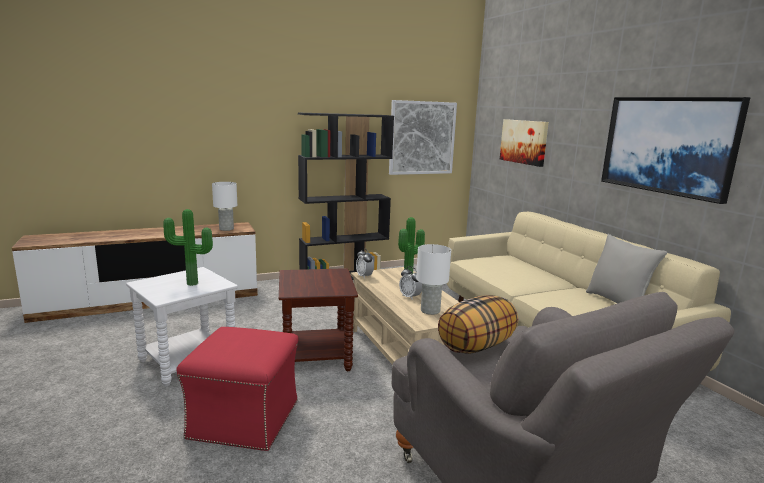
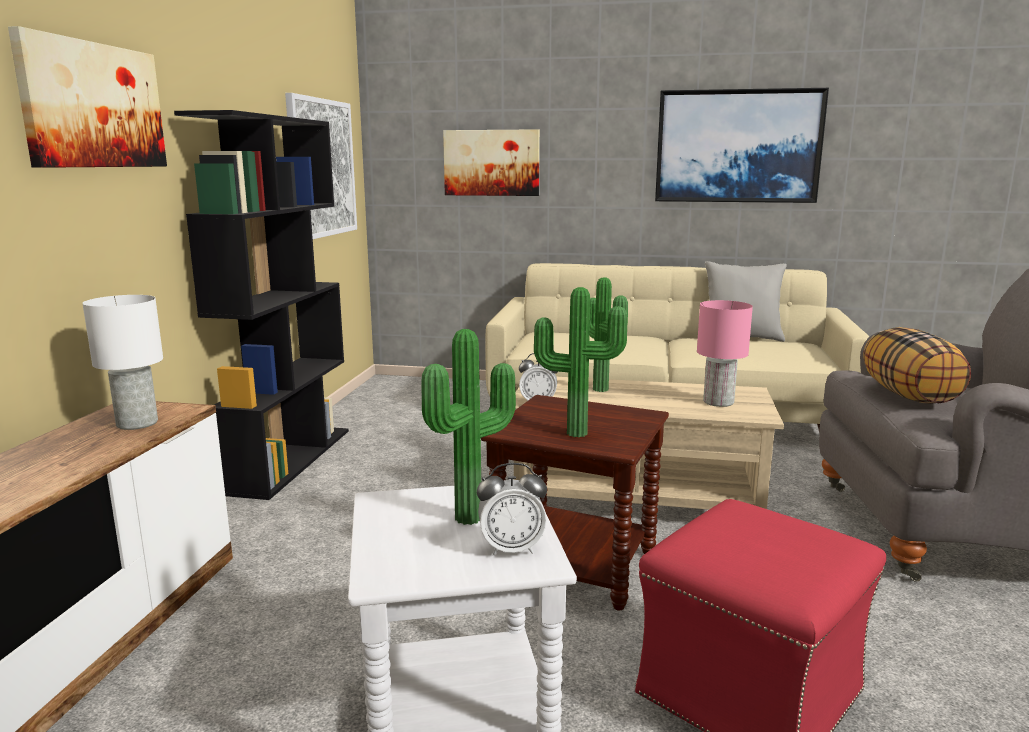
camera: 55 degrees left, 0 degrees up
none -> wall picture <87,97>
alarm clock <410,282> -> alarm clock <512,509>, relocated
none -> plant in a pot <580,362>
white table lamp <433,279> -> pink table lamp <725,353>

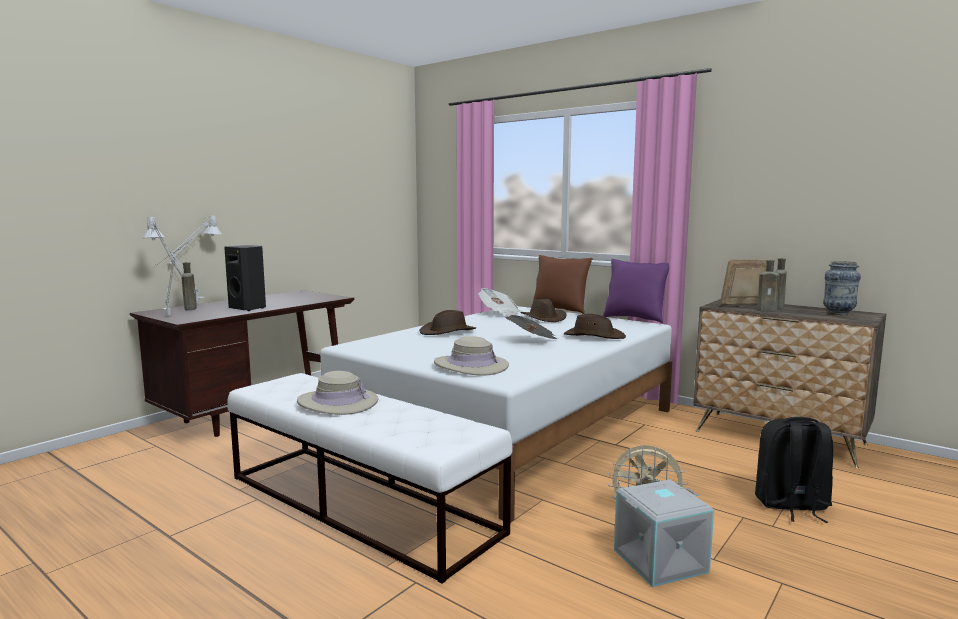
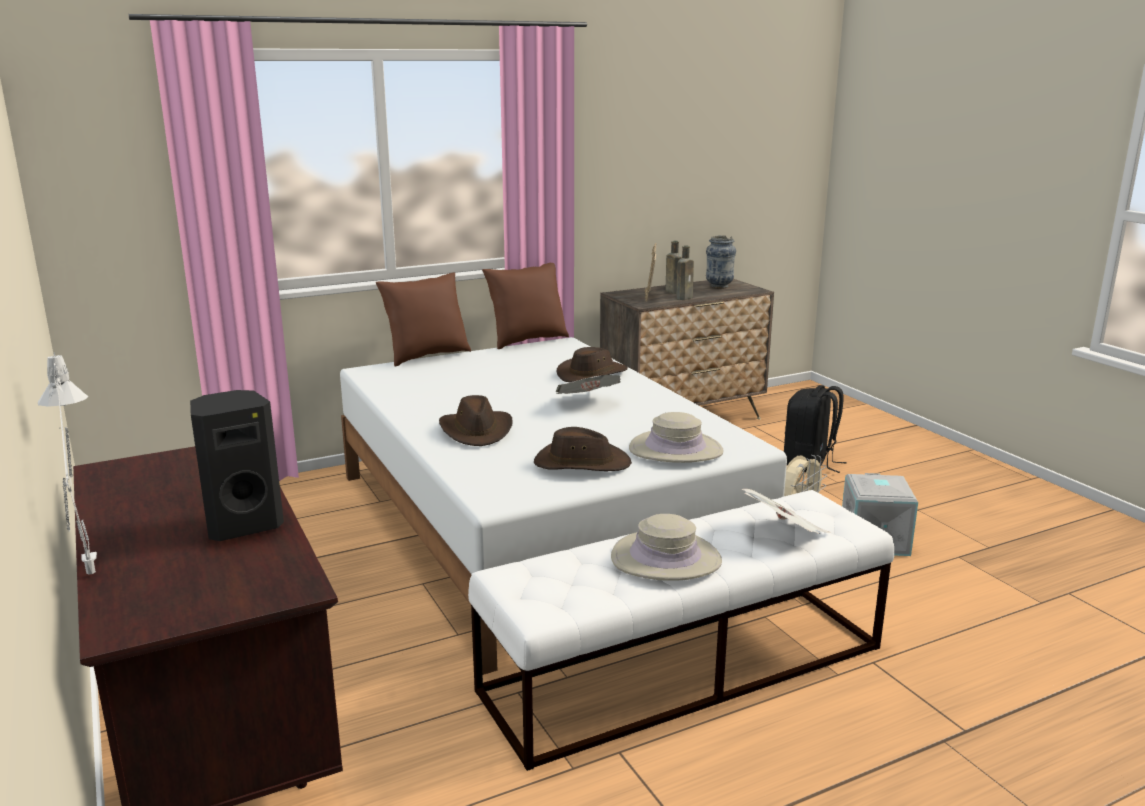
camera: 65 degrees left, 10 degrees up
purple-coloured pillow <636,291> -> brown pillow <525,306>
brown wearable hat <543,310> -> brown wearable hat <583,449>, relocated
printed paper <499,302> -> printed paper <786,511>, relocated
gray table lamp <162,265> -> none
brown beverage bottle <189,286> -> none

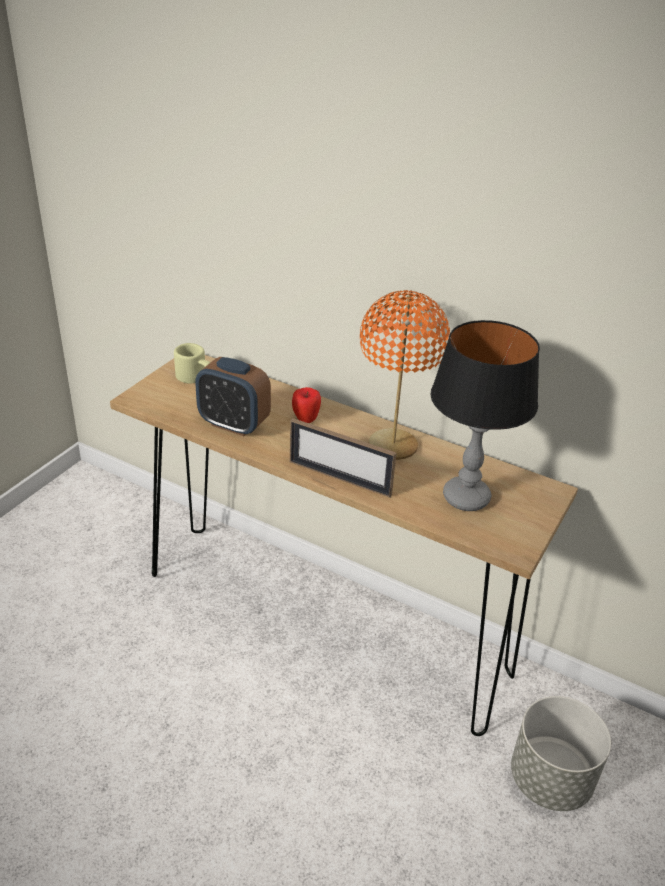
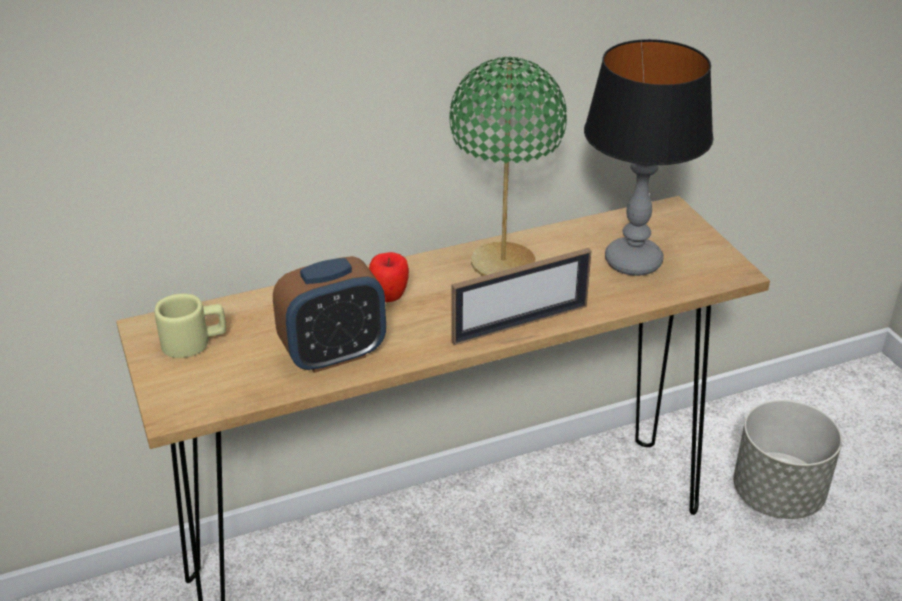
camera: 50 degrees left, 0 degrees up
orange-coloured table lamp <405,375> -> green-coloured table lamp <508,166>

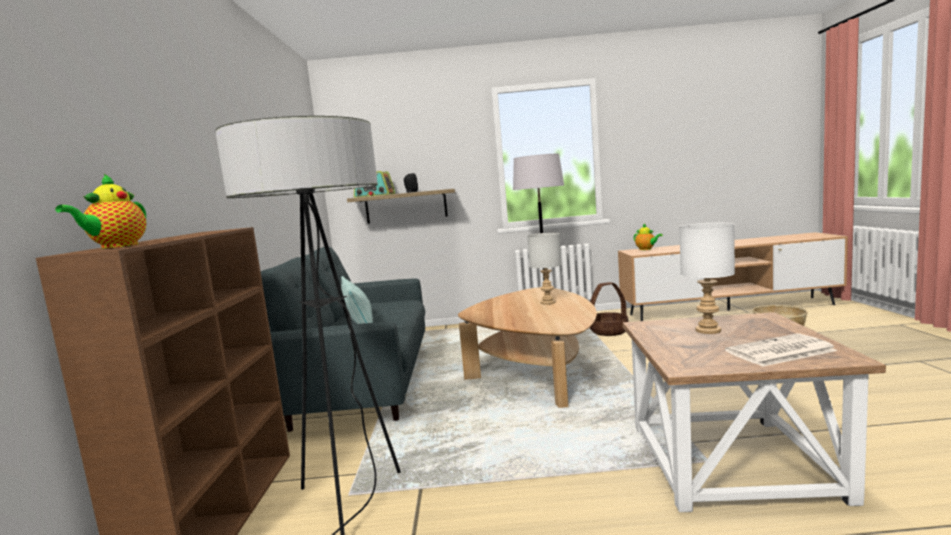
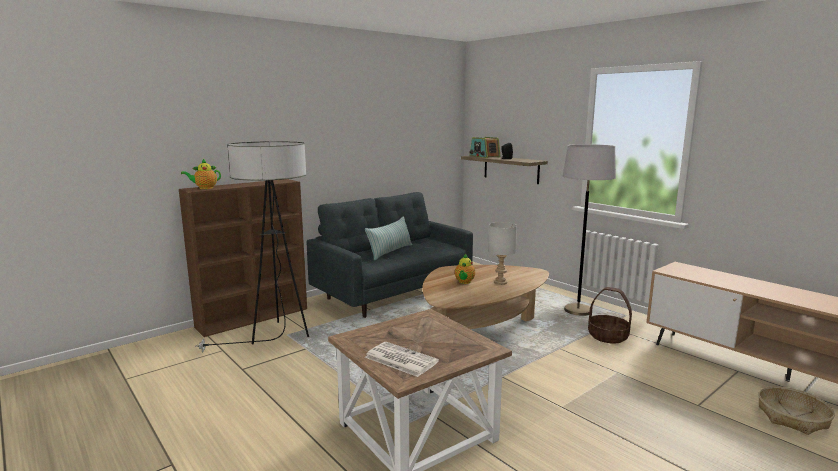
camera: 50 degrees right, 5 degrees up
pot for tea <648,236> -> pot for tea <465,269>, relocated
white table lamp <707,278> -> none

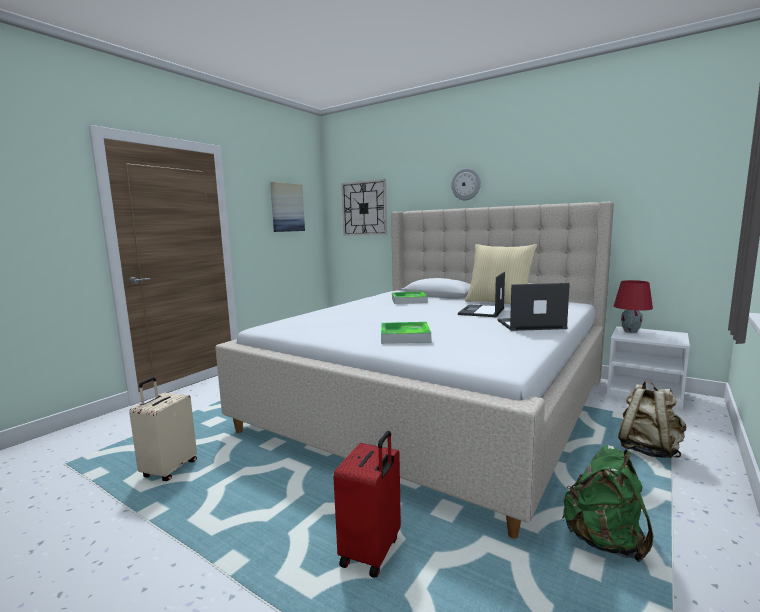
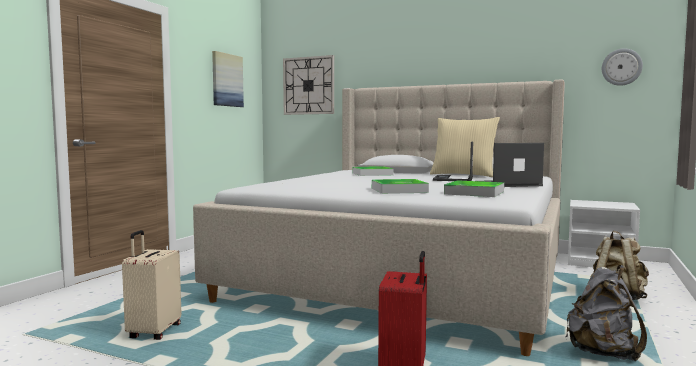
camera: 10 degrees left, 5 degrees down
none -> serving tray <474,188>
green-coloured rucksack <607,503> -> gray rucksack <606,313>
clock on the wall <466,184> -> clock on the wall <622,67>, relocated
reddish table lamp <633,306> -> none

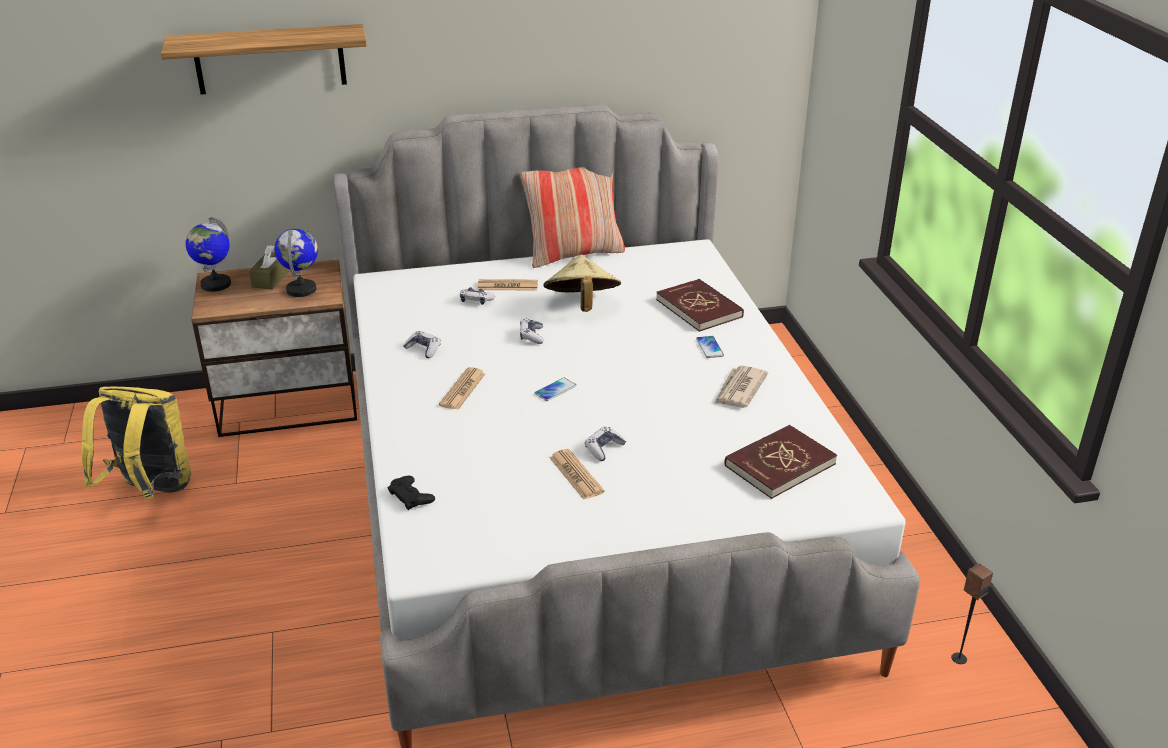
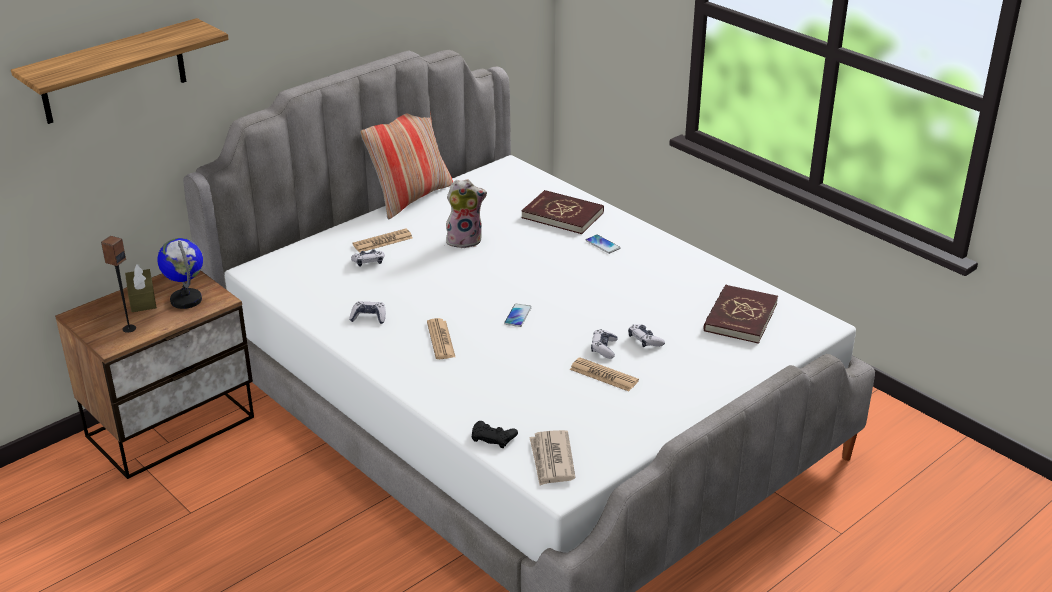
camera: 30 degrees left, 0 degrees up
audio speaker <972,613> -> audio speaker <118,284>, relocated
beige wearable hat <582,283> -> soft toy <466,214>
printed paper <741,387> -> printed paper <552,457>, relocated
joypad <532,331> -> joypad <646,335>, relocated
yellow rucksack <136,443> -> none
desk globe <208,254> -> none

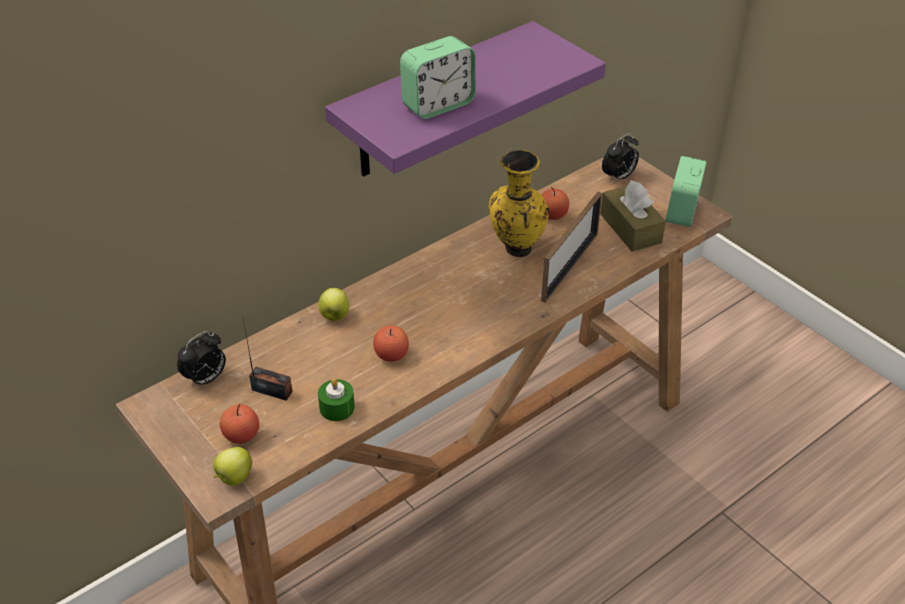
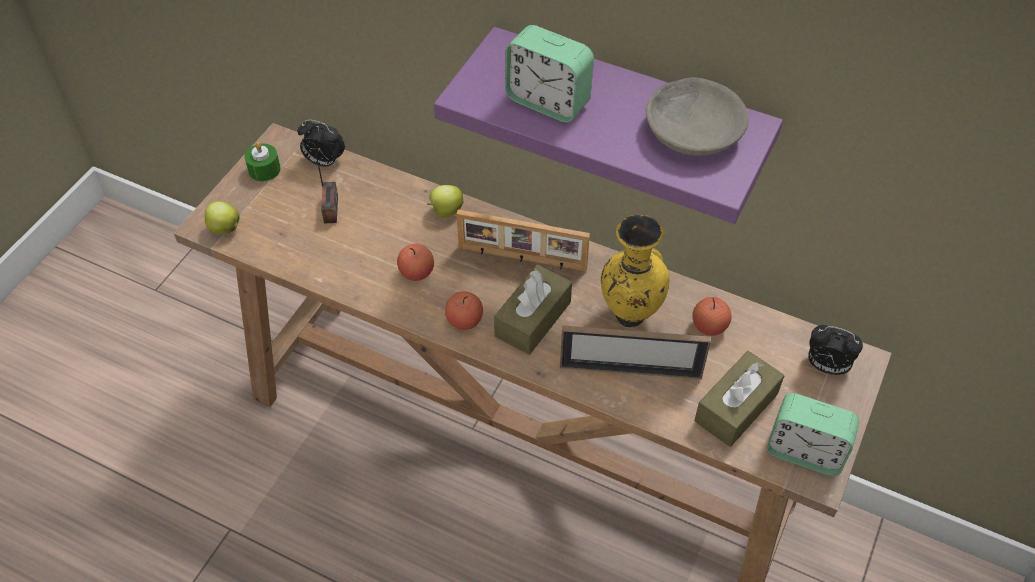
camera: 65 degrees right, 10 degrees up
green-coloured wax light <336,399> -> green-coloured wax light <263,161>, relocated
apple fruit <239,424> -> apple fruit <464,310>, relocated
none -> photo frame <523,241>
none -> brown box of tissues <533,309>
none -> gray serving bowl <697,117>
alarm clock <686,191> -> alarm clock <813,434>, 150 degrees counterclockwise

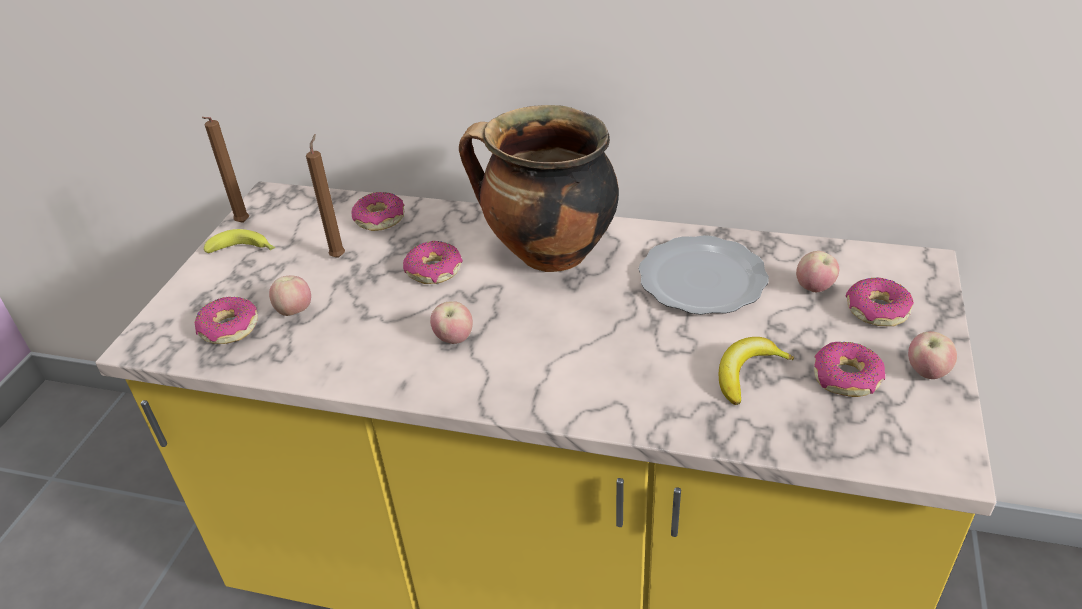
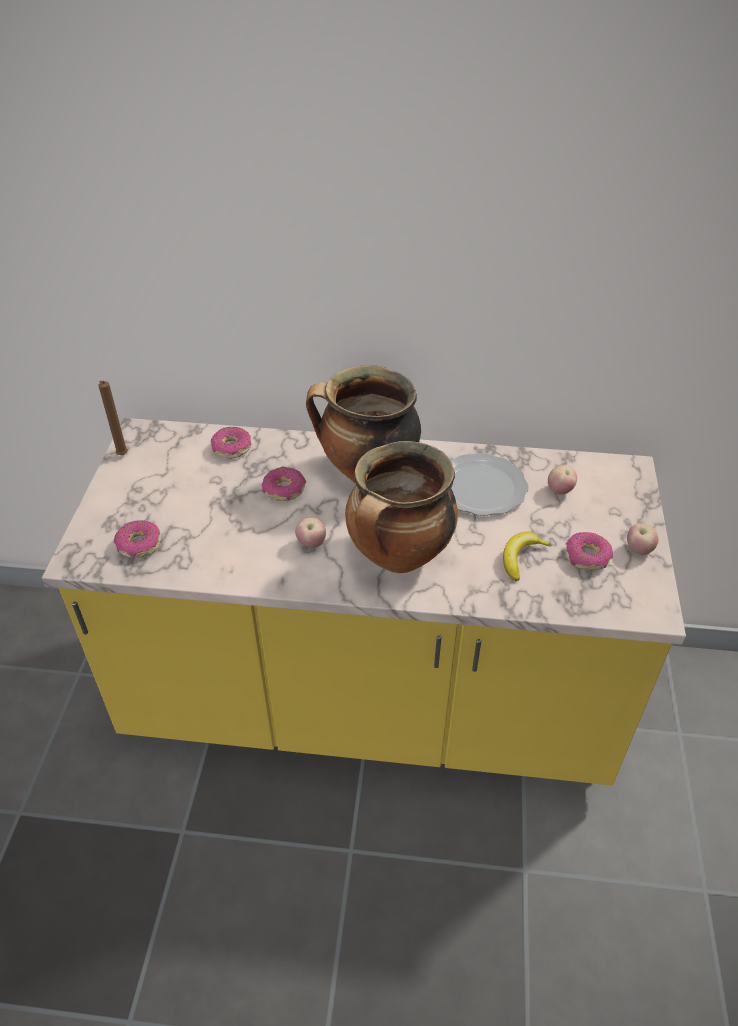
camera: 10 degrees left, 5 degrees up
none -> stockpot <401,507>
banana <239,241> -> none
apple fruit <290,295> -> none
brown wax light <325,196> -> none
donut <880,301> -> none

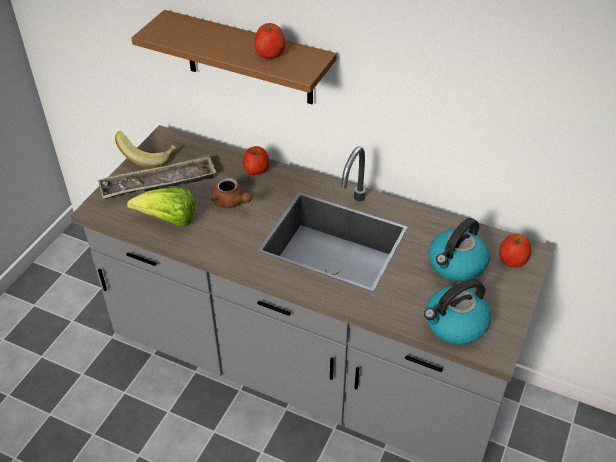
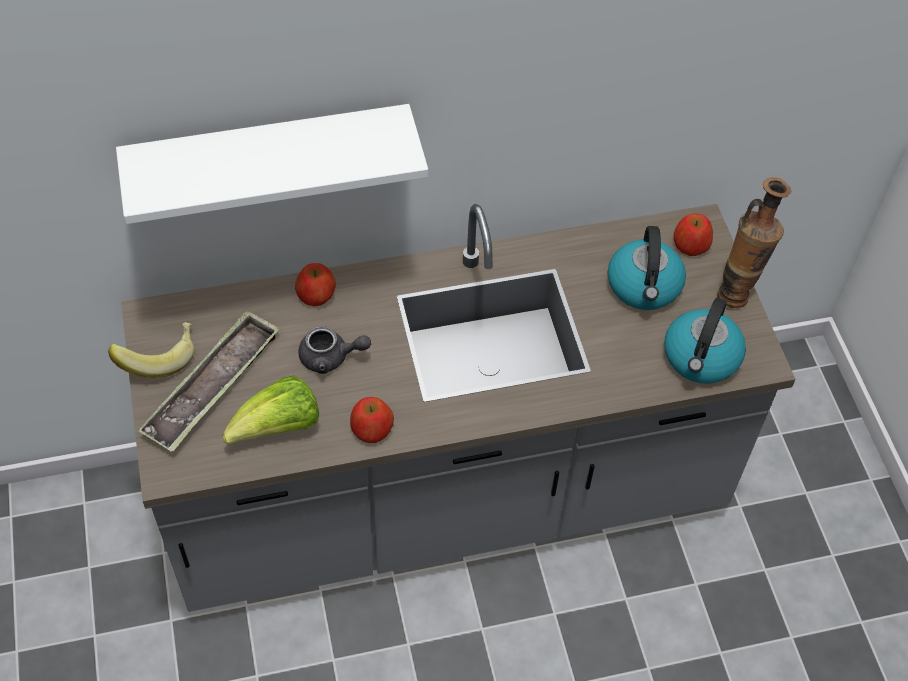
camera: 40 degrees left, 10 degrees up
brown shelf <234,57> -> white shelf <272,164>
brown pot for tea <231,193> -> gray pot for tea <334,350>
apple fruit <270,41> -> apple fruit <372,420>, relocated
none -> decorative vase <754,242>

